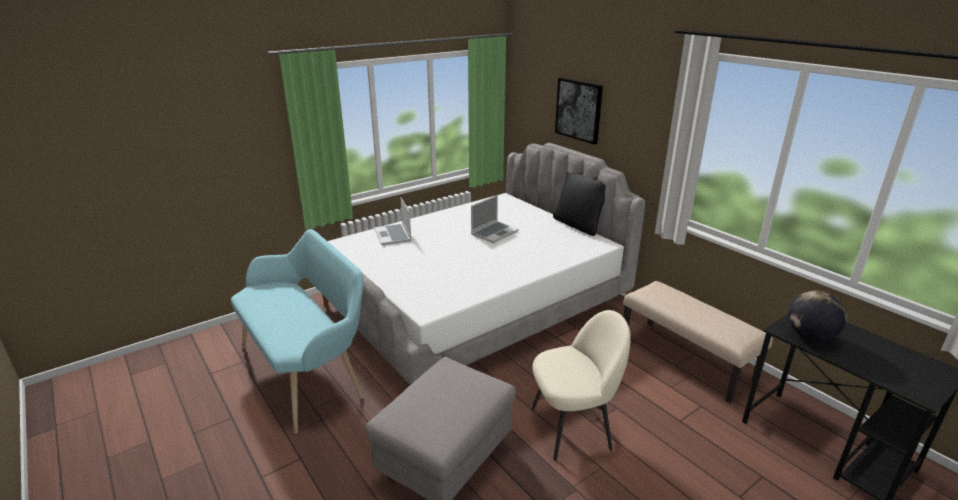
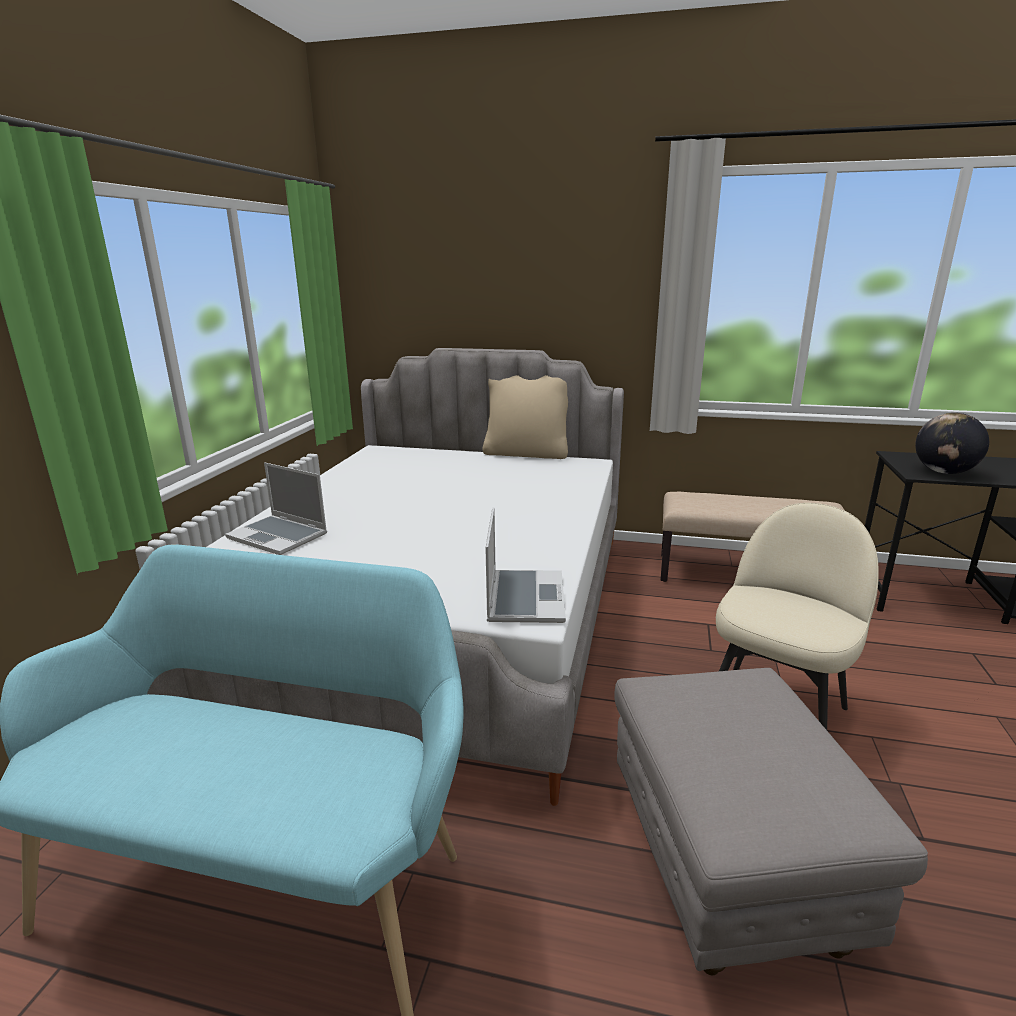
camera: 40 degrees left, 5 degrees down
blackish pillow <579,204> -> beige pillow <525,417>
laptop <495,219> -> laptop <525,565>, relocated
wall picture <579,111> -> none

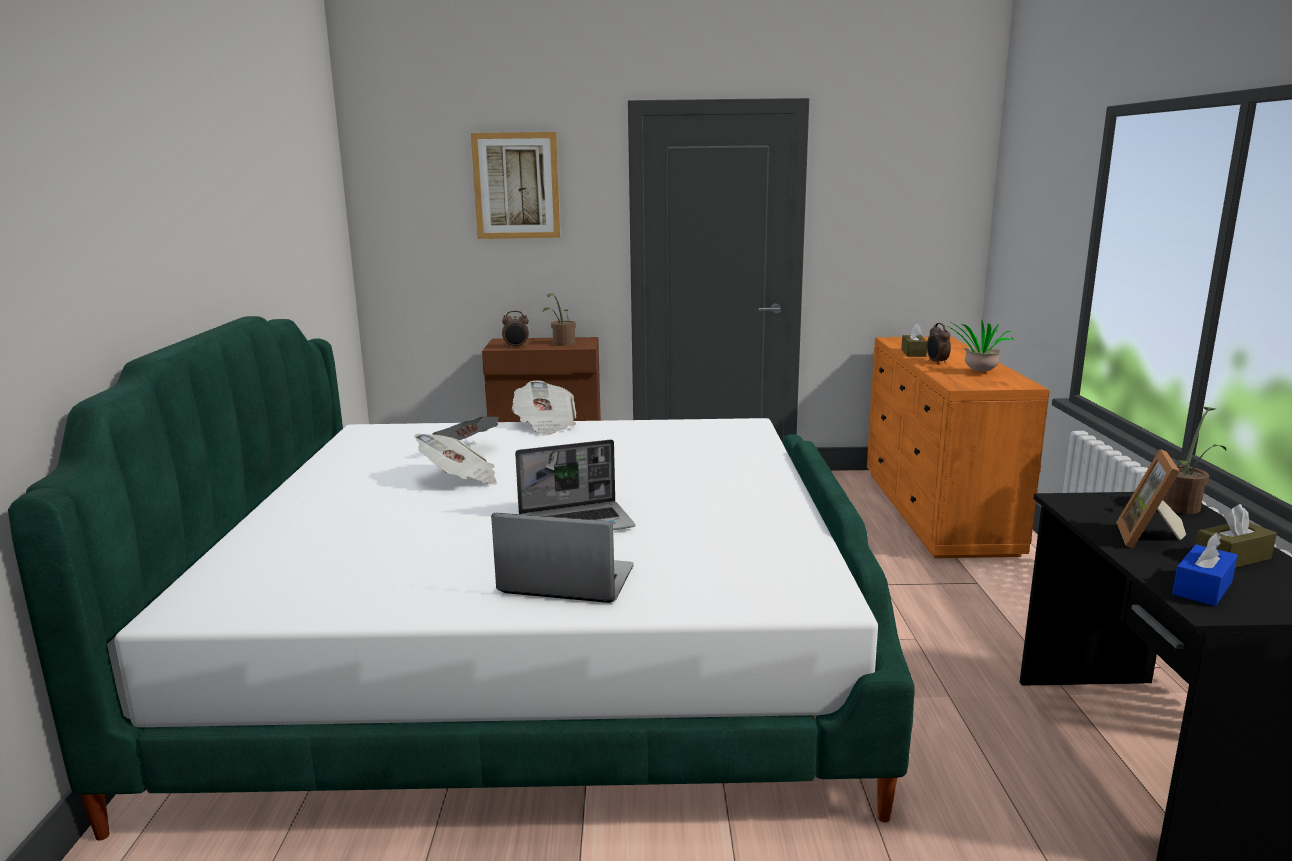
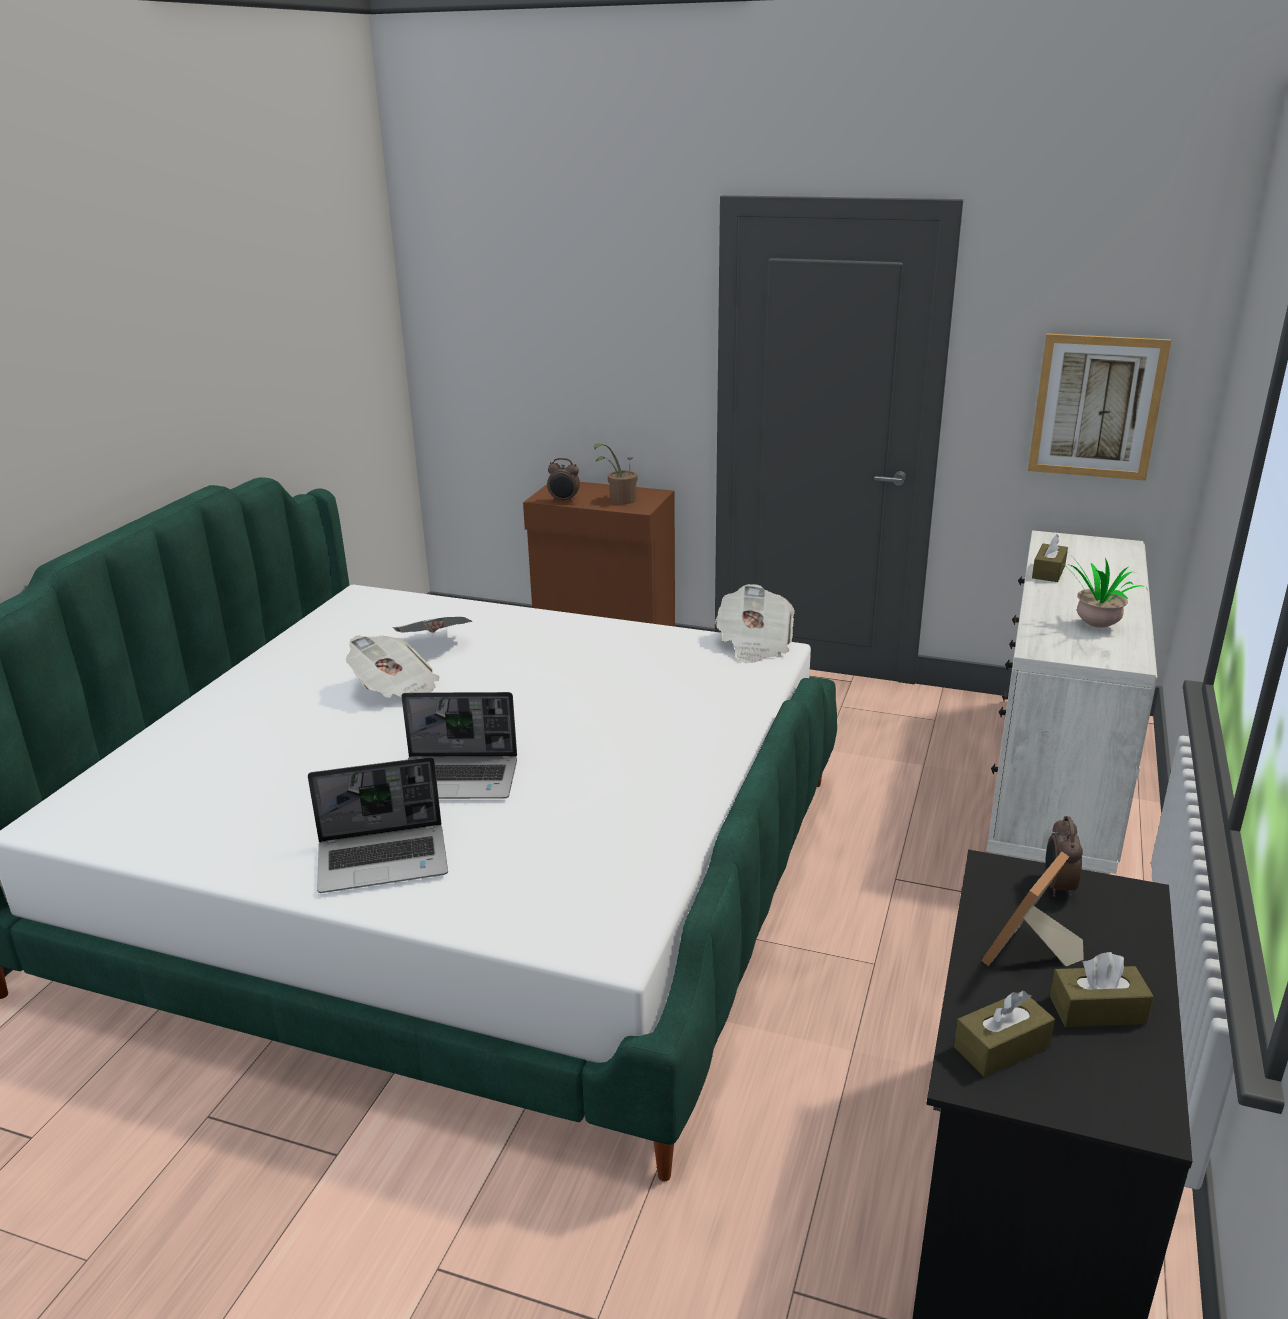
camera: 20 degrees right, 10 degrees up
laptop <562,558> -> laptop <378,825>, 135 degrees clockwise
printed paper <544,408> -> printed paper <755,623>, relocated
bluish box of tissues <1204,569> -> brown box of tissues <1004,1034>
orange-coloured drawer chest <958,447> -> white drawer chest <1072,702>
wall picture <515,185> -> wall picture <1099,407>, relocated
alarm clock <939,344> -> alarm clock <1064,856>, relocated
plant in a pot <1194,460> -> none

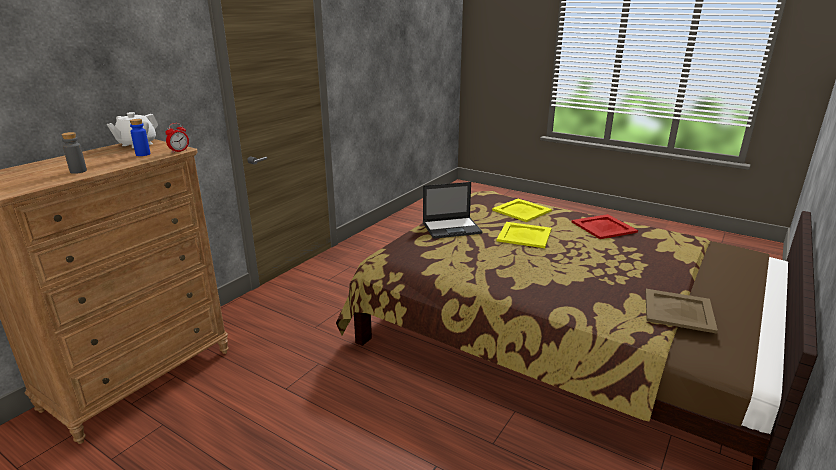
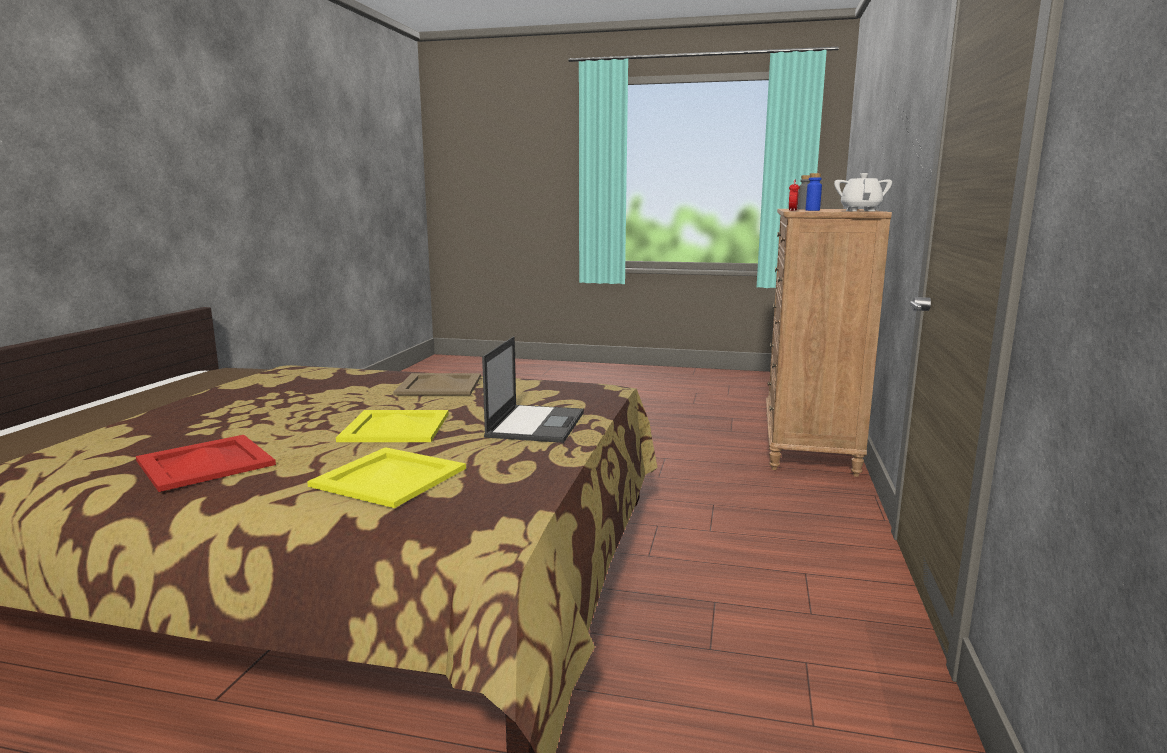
camera: 160 degrees right, 10 degrees down
beige serving tray <681,311> -> beige serving tray <437,384>, relocated
laptop <453,210> -> laptop <533,389>, 135 degrees clockwise

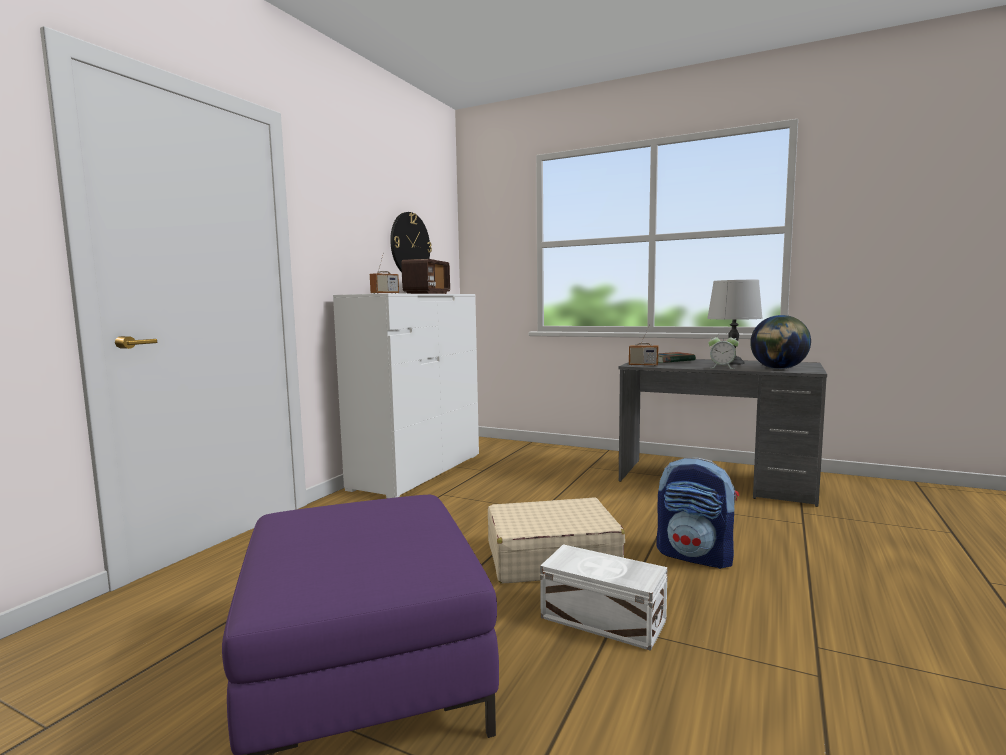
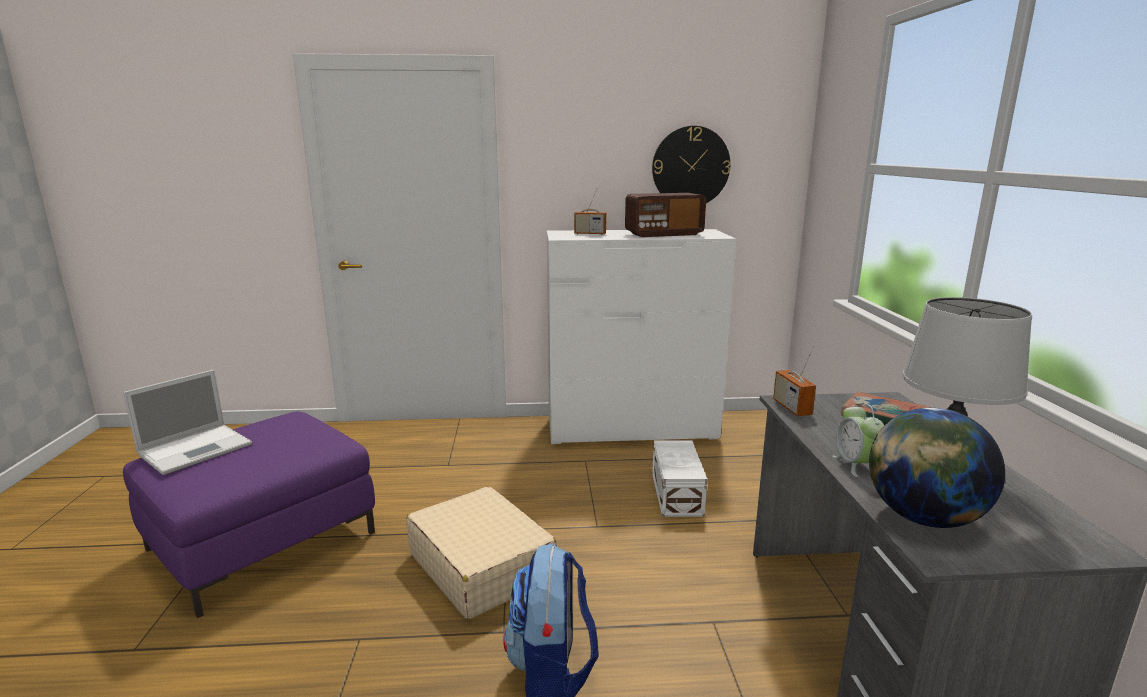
camera: 60 degrees right, 10 degrees up
none -> laptop <187,422>
white storage box <604,597> -> white storage box <679,479>, relocated

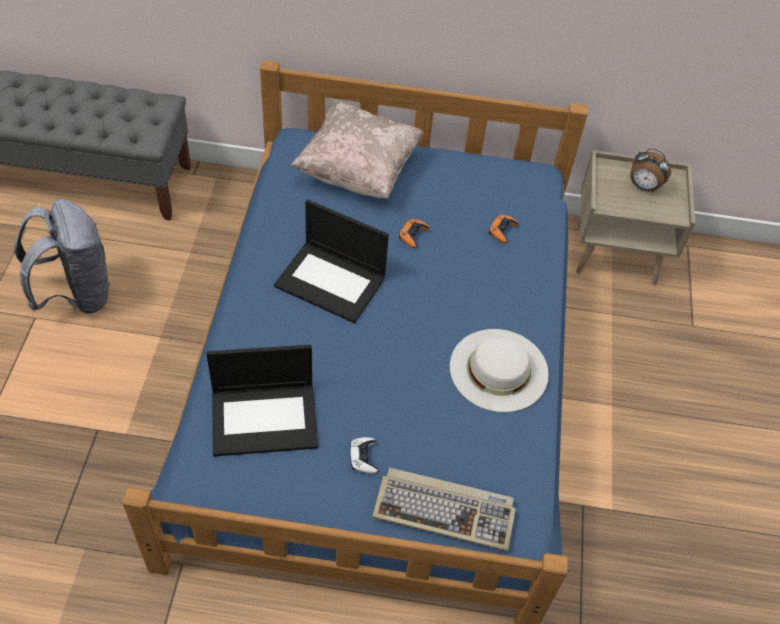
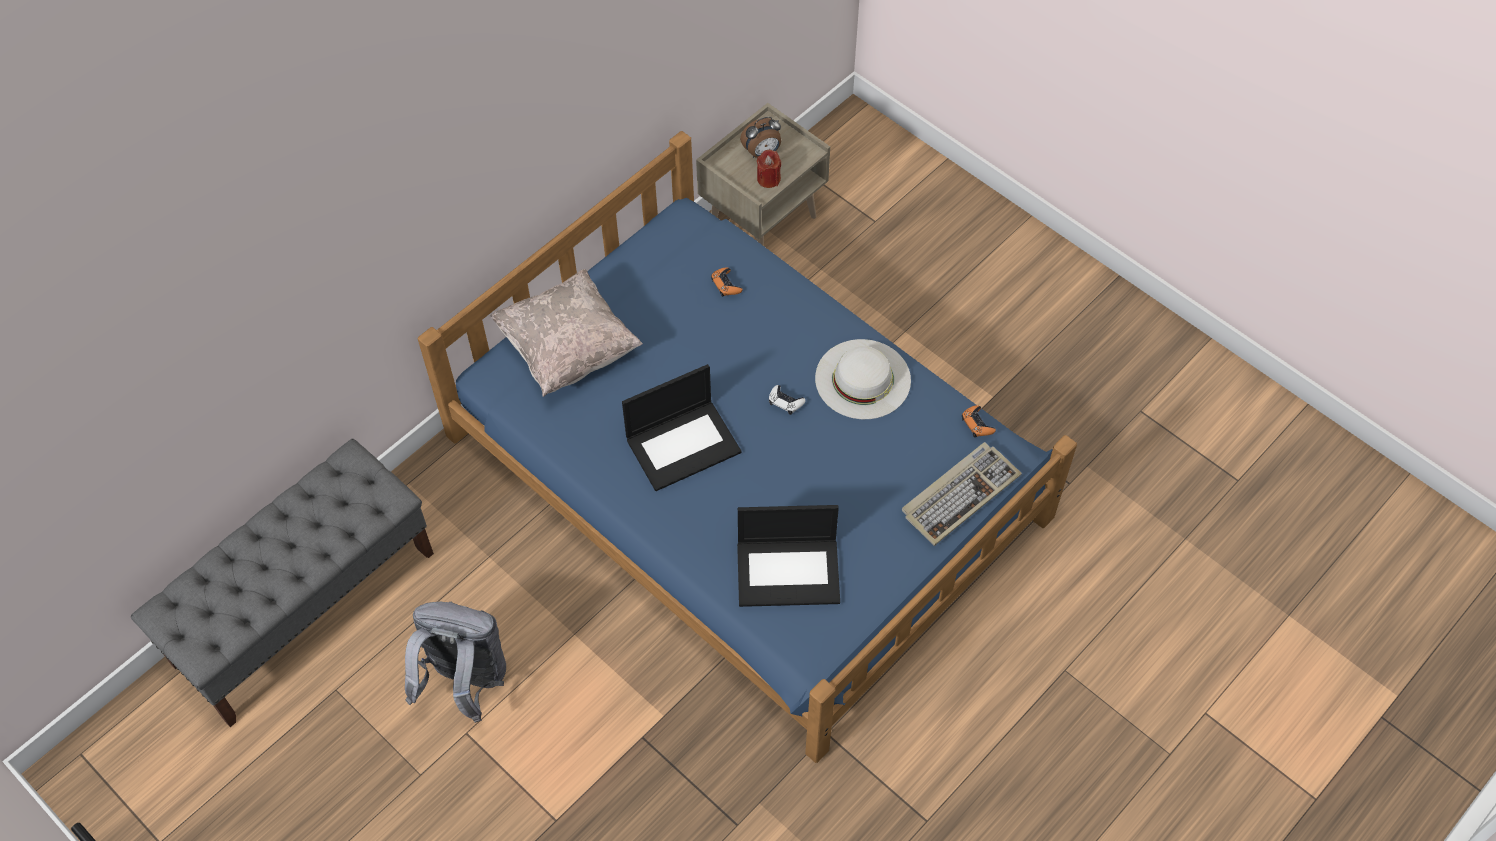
camera: 50 degrees left, 5 degrees up
laptop <262,400> -> laptop <788,556>, 60 degrees clockwise
none -> reddish wax light <769,169>
white joypad <364,455> -> white joypad <787,400>, relocated
orange-coloured joypad <414,233> -> orange-coloured joypad <979,421>, relocated

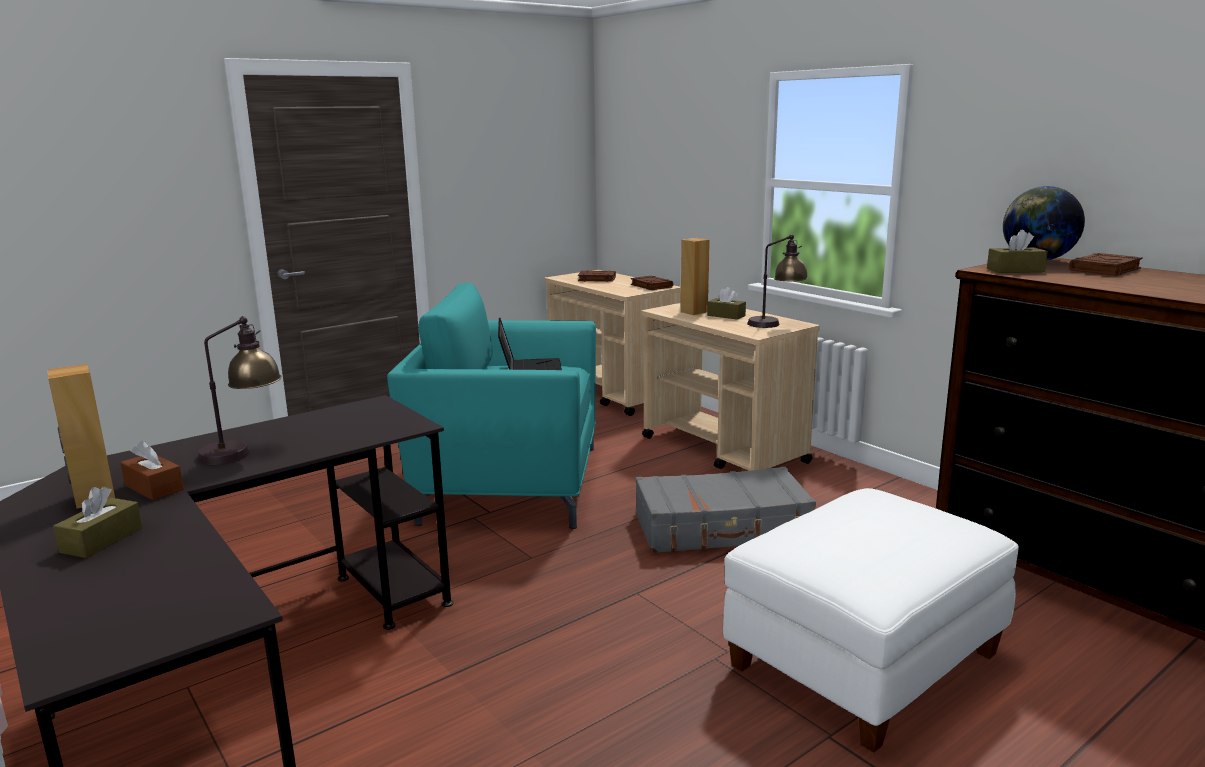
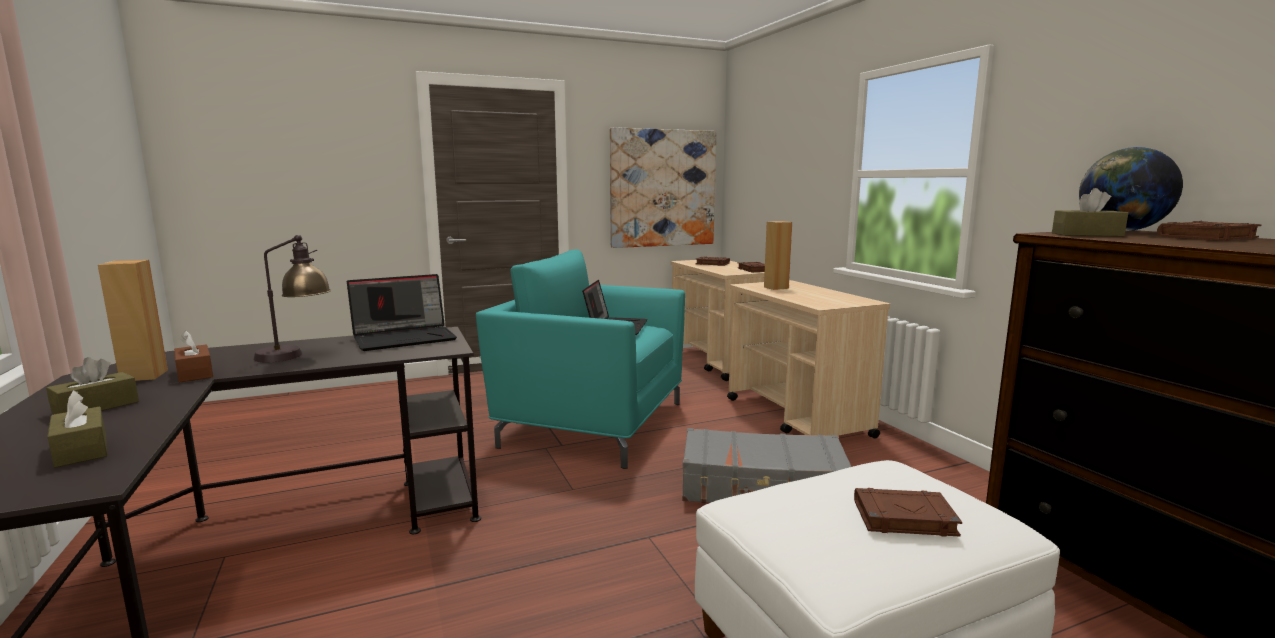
camera: 15 degrees right, 5 degrees down
brown box of tissues <726,303> -> brown box of tissues <77,429>, relocated
none -> laptop <402,312>
none -> wall picture <663,187>
none -> brown bound book <908,512>
table lamp <777,281> -> none

